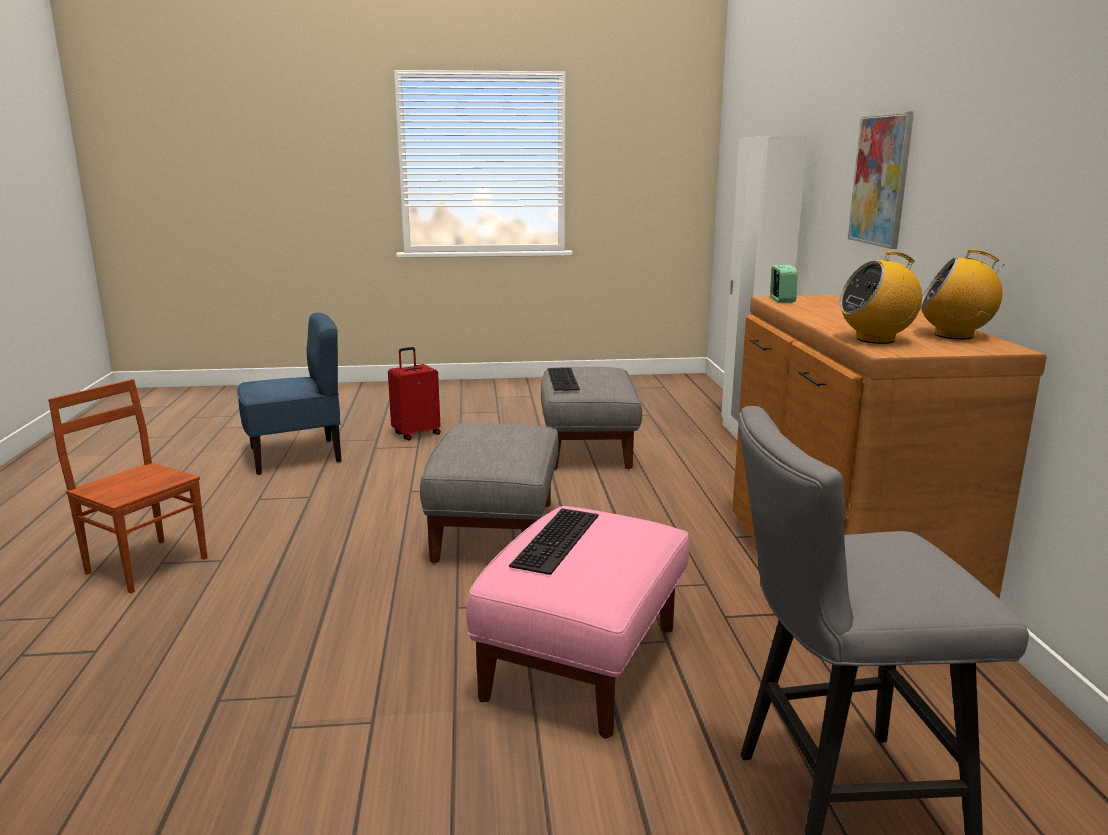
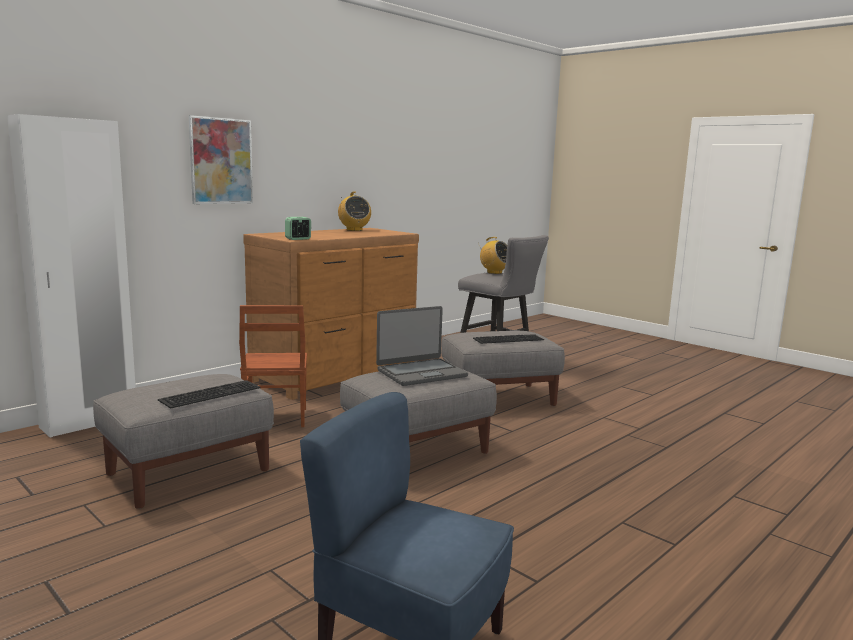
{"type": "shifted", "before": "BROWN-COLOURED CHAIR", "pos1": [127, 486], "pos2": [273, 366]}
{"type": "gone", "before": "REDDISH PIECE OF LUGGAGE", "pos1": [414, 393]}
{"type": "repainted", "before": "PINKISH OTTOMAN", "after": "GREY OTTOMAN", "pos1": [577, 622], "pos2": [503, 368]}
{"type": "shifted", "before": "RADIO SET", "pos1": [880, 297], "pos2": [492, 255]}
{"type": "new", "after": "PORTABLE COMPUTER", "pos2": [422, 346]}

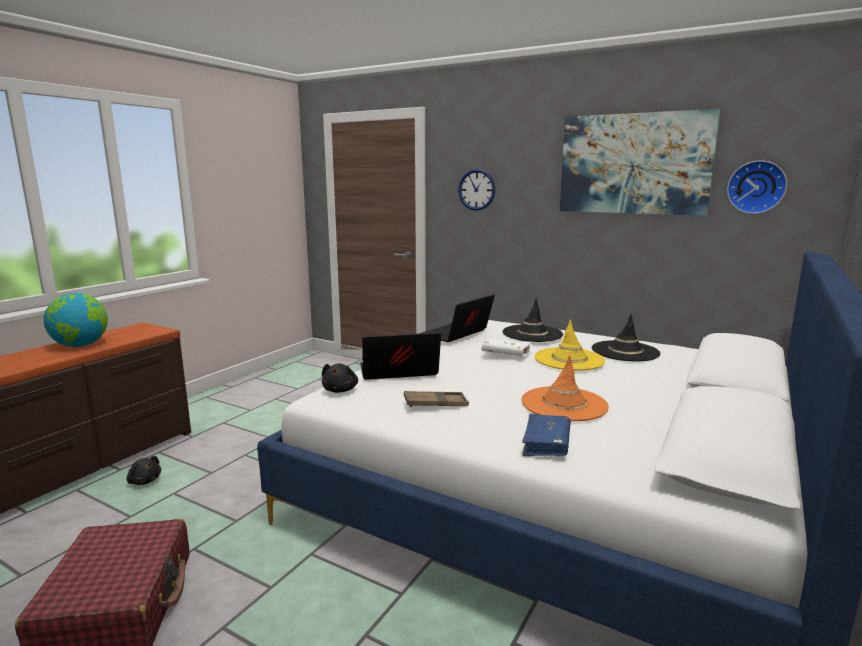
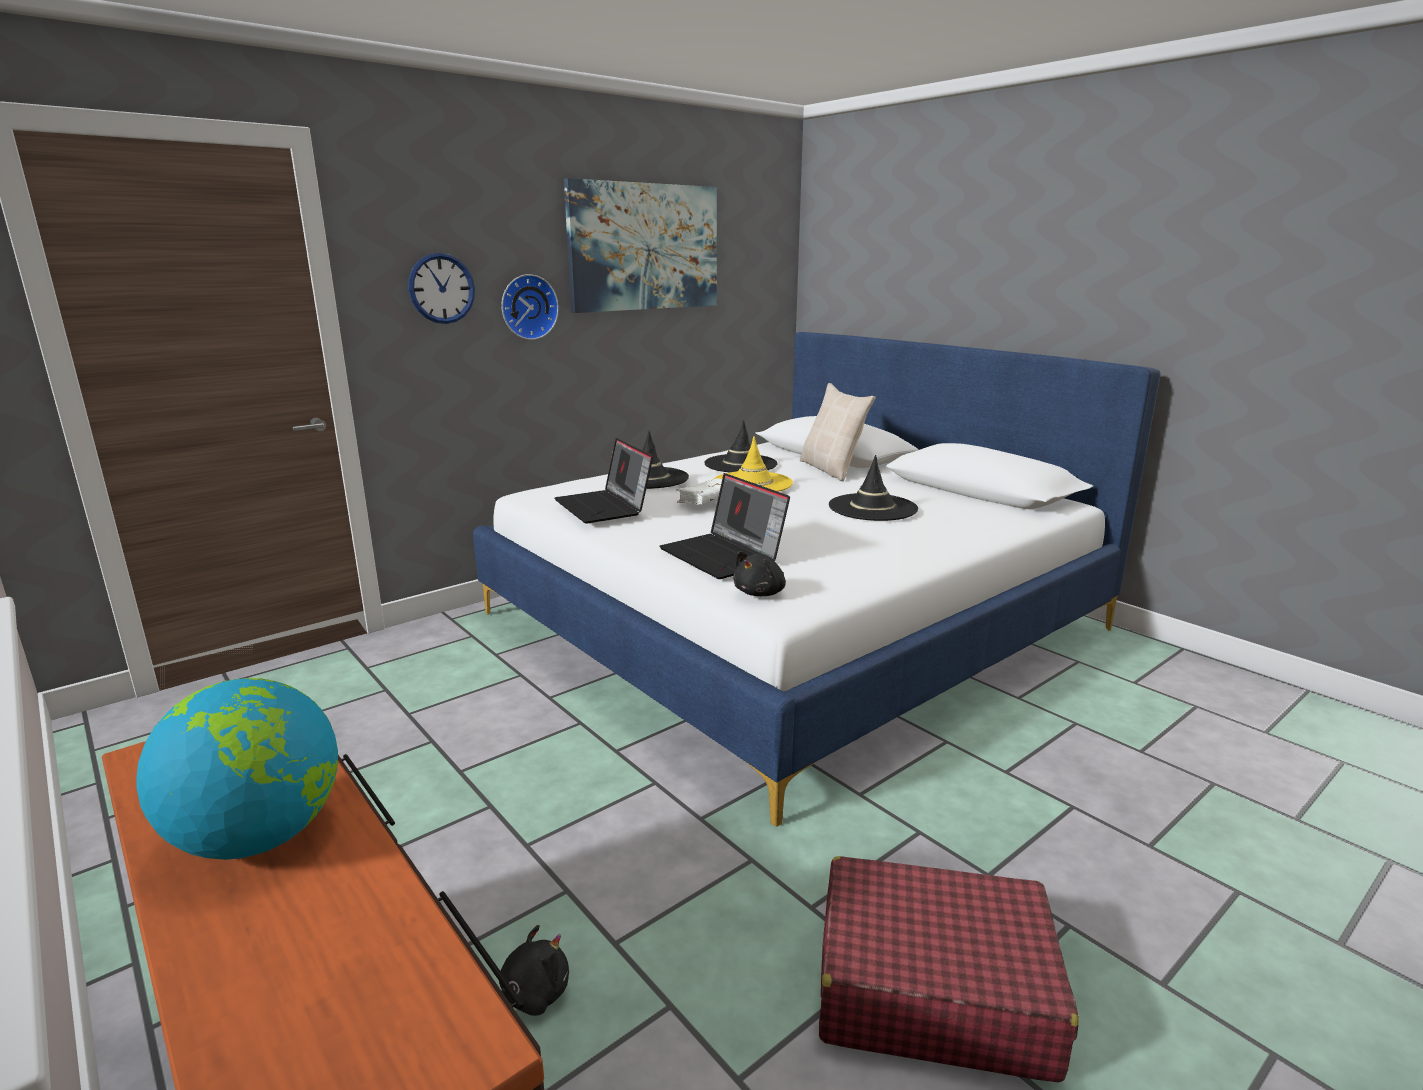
{"type": "rotated", "before": "BLACKISH PLUSH TOY", "pos1": [340, 378], "pos2": [759, 573], "turn": 105}
{"type": "rotated", "before": "PORTABLE COMPUTER", "pos1": [400, 356], "pos2": [724, 526], "turn": -45}
{"type": "gone", "before": "BROWN-COLOURED SERVING TRAY", "pos1": [436, 399]}
{"type": "repainted", "before": "ORANGEY HAT", "after": "BLACKISH HAT", "pos1": [565, 388], "pos2": [873, 488]}
{"type": "gone", "before": "BLUE BOOK", "pos1": [546, 435]}
{"type": "shifted", "before": "HANGING CLOCK", "pos1": [757, 187], "pos2": [530, 307]}
{"type": "new", "after": "BEIGE-COLOURED PILLOW", "pos2": [838, 432]}

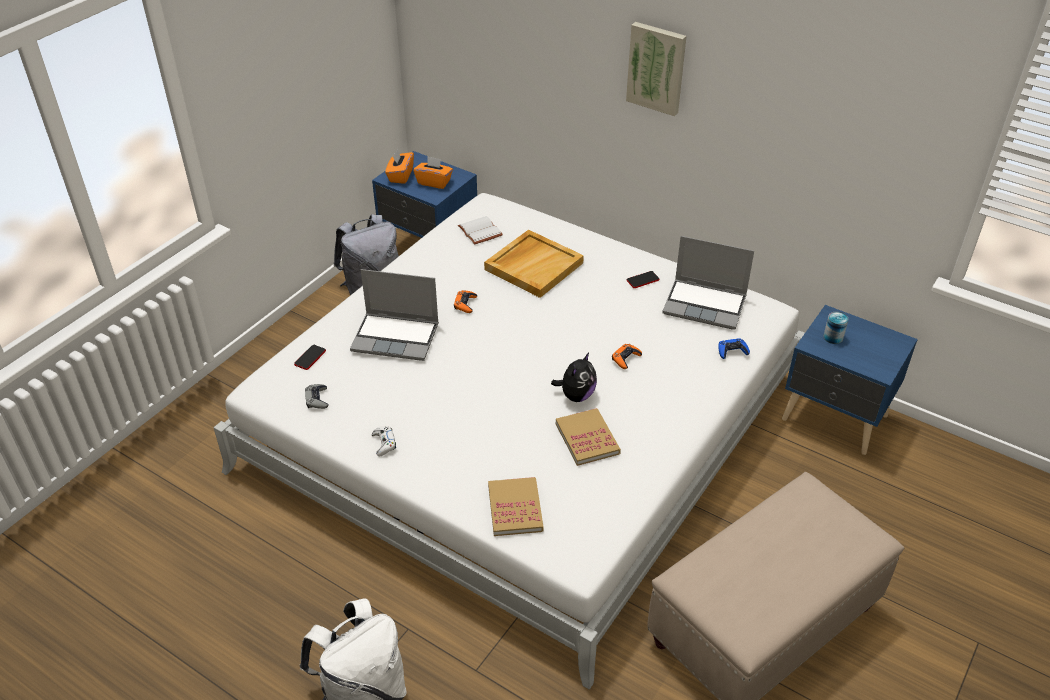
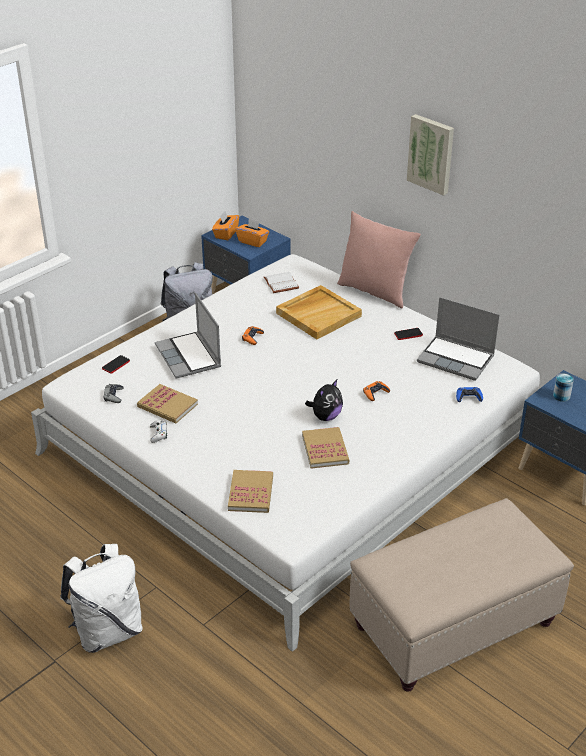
{"type": "rotated", "before": "PORTABLE COMPUTER", "pos1": [394, 315], "pos2": [188, 336], "turn": 45}
{"type": "new", "after": "BOOK", "pos2": [167, 403]}
{"type": "new", "after": "PINKISH PILLOW", "pos2": [379, 260]}

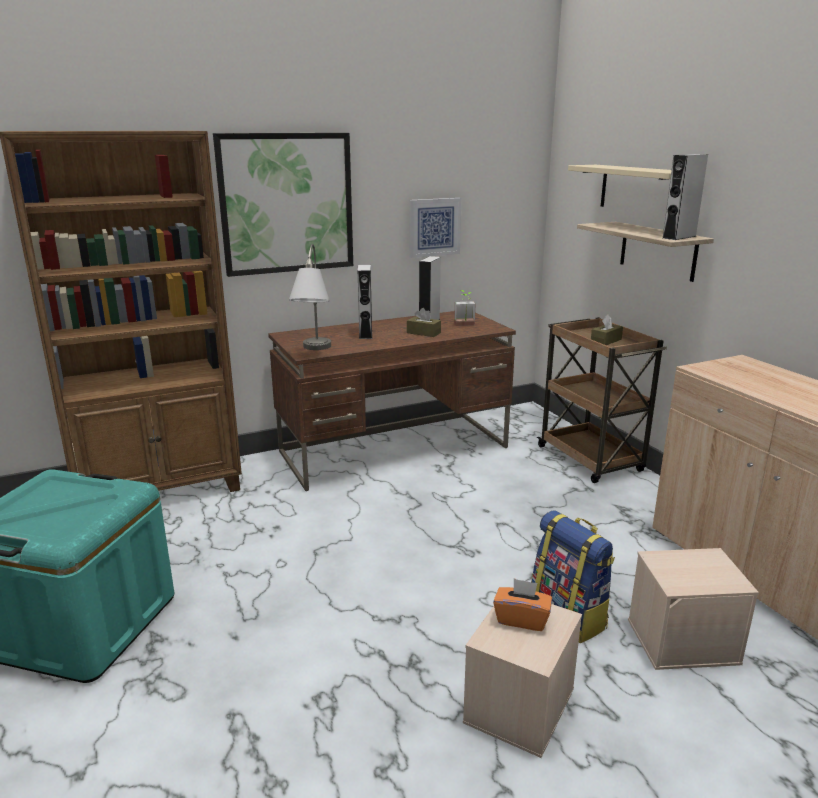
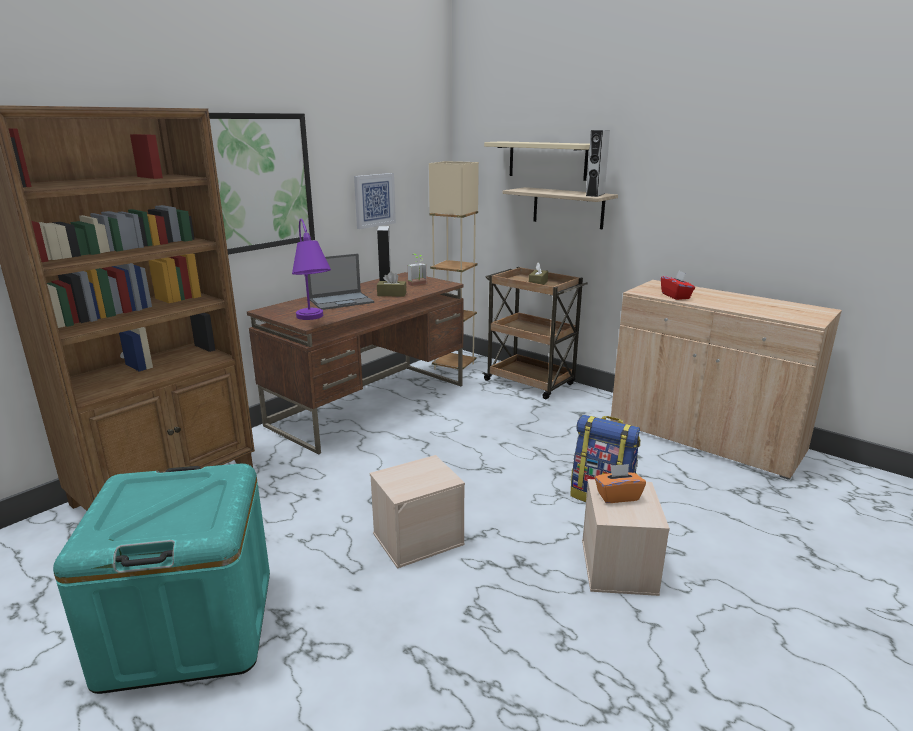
{"type": "repainted", "before": "GREY LAMP FOR A TABLE", "after": "PURPLE-COLOURED LAMP FOR A TABLE", "pos1": [310, 297], "pos2": [311, 269]}
{"type": "swapped", "before": "GREY SPEAKER", "after": "PORTABLE COMPUTER", "pos1": [365, 301], "pos2": [340, 281]}
{"type": "shifted", "before": "BEIGE-COLOURED STORAGE CONTAINER", "pos1": [693, 609], "pos2": [417, 512]}
{"type": "new", "after": "BEIGE-COLOURED STANDARD LAMP", "pos2": [454, 265]}
{"type": "new", "after": "REDDISH TISSUE BOX", "pos2": [678, 285]}

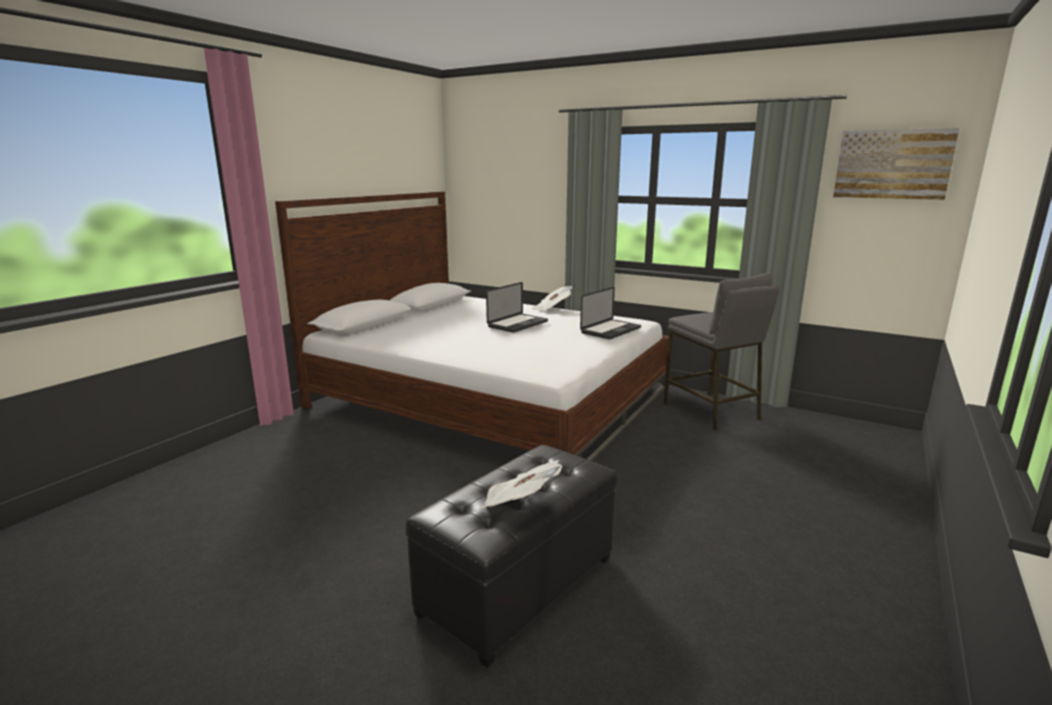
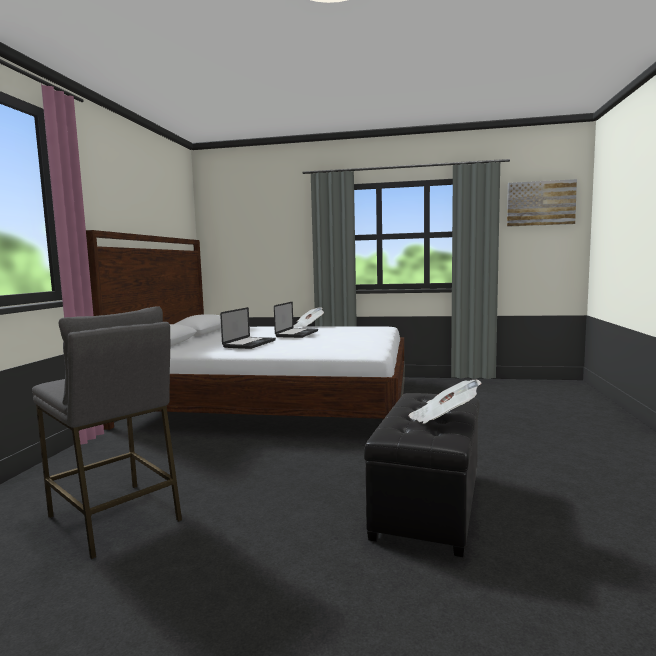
{"type": "shifted", "before": "PORTABLE COMPUTER", "pos1": [610, 313], "pos2": [248, 328]}
{"type": "shifted", "before": "GREY STOOL SEAT", "pos1": [722, 352], "pos2": [107, 432]}

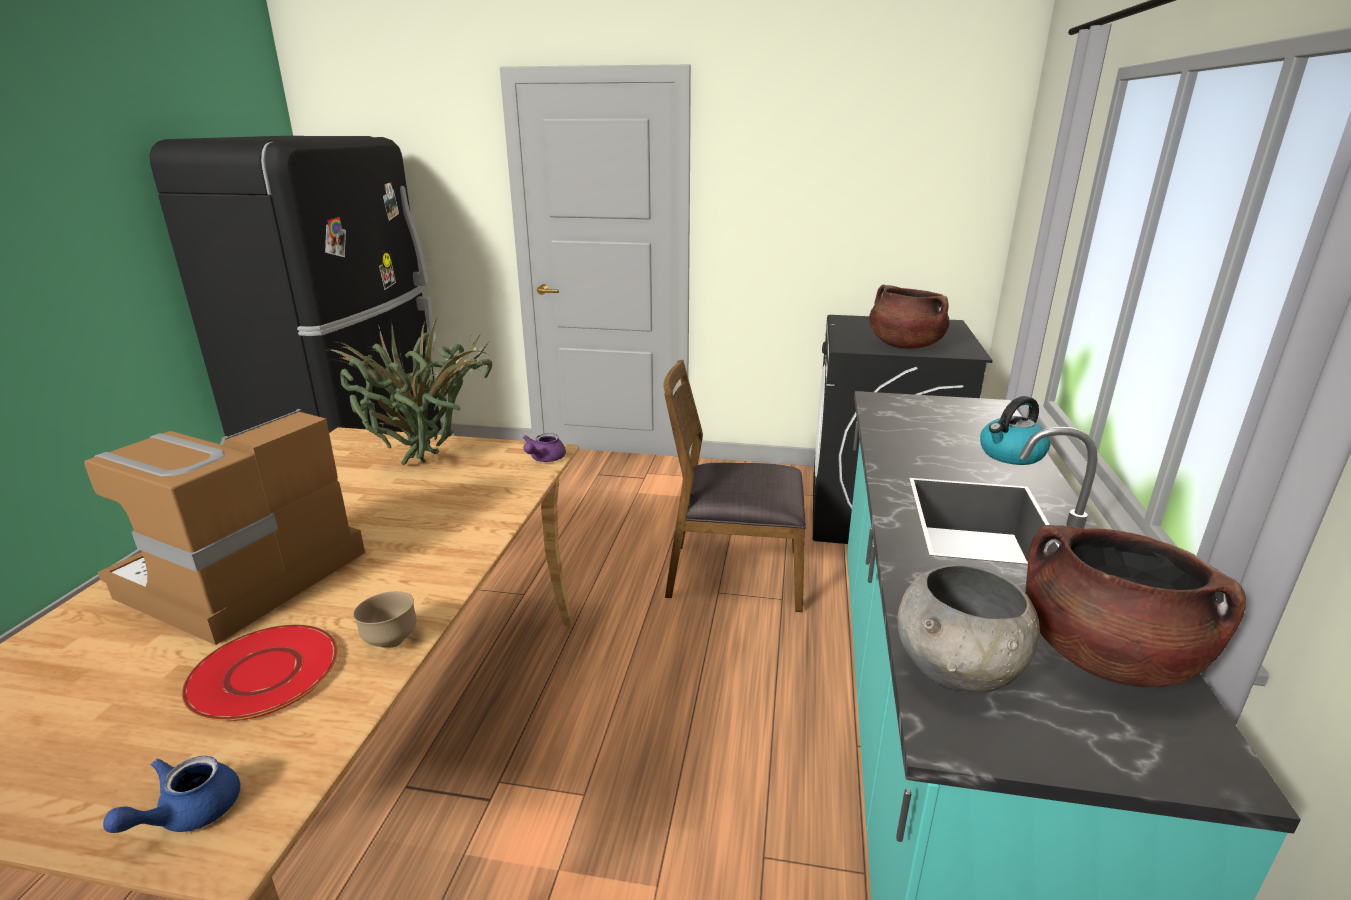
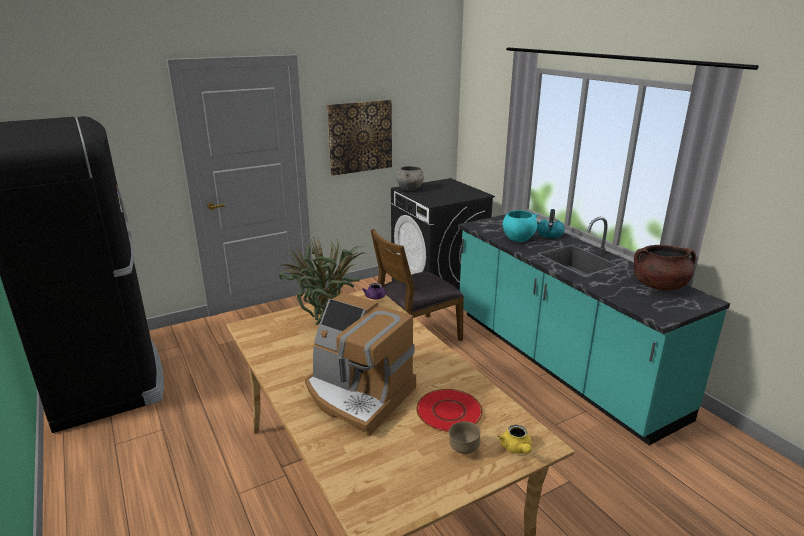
{"type": "rotated", "before": "COFFEE MACHINE", "pos1": [224, 527], "pos2": [360, 364], "turn": -45}
{"type": "repainted", "before": "BLUE TEA POT", "after": "YELLOWISH TEA POT", "pos1": [171, 794], "pos2": [515, 439]}
{"type": "shifted", "before": "BROWN-COLOURED SERVING BOWL", "pos1": [385, 619], "pos2": [465, 437]}
{"type": "gone", "before": "BROWN-COLOURED STOCKPOT", "pos1": [909, 316]}
{"type": "shifted", "before": "GREY SERVING BOWL", "pos1": [969, 628], "pos2": [410, 178]}
{"type": "new", "after": "WALL PICTURE", "pos2": [359, 138]}
{"type": "new", "after": "TURQUOISE-COLOURED SERVING BOWL", "pos2": [520, 226]}

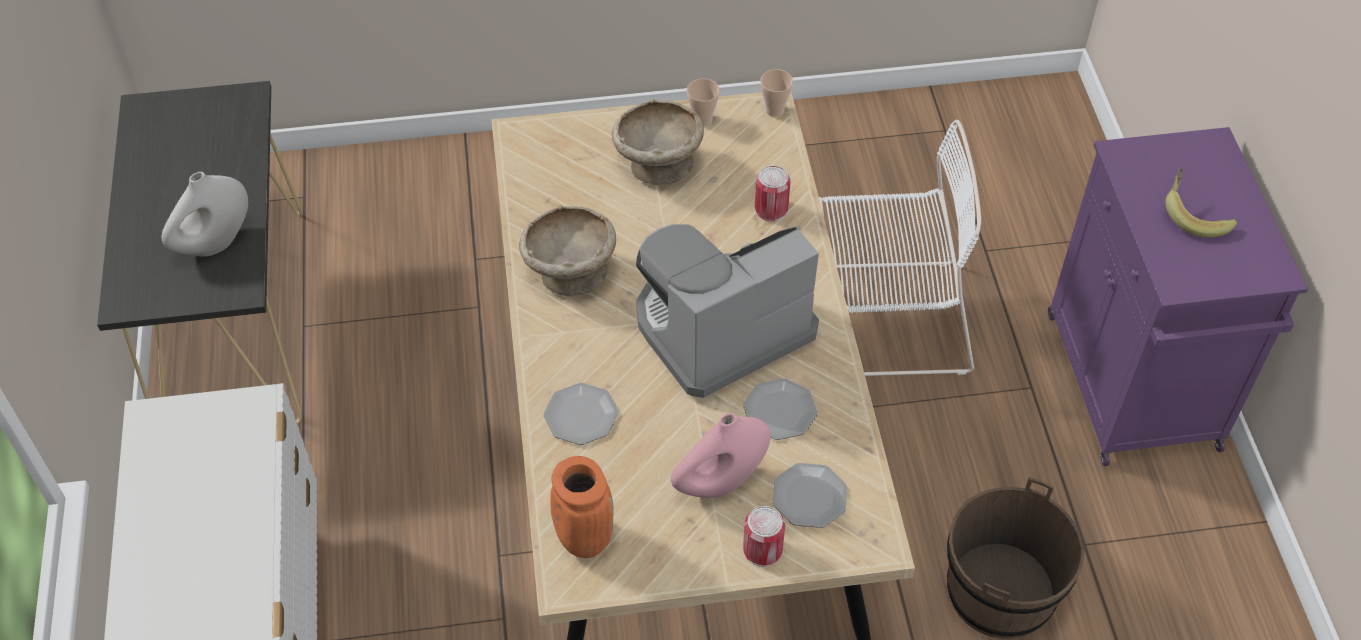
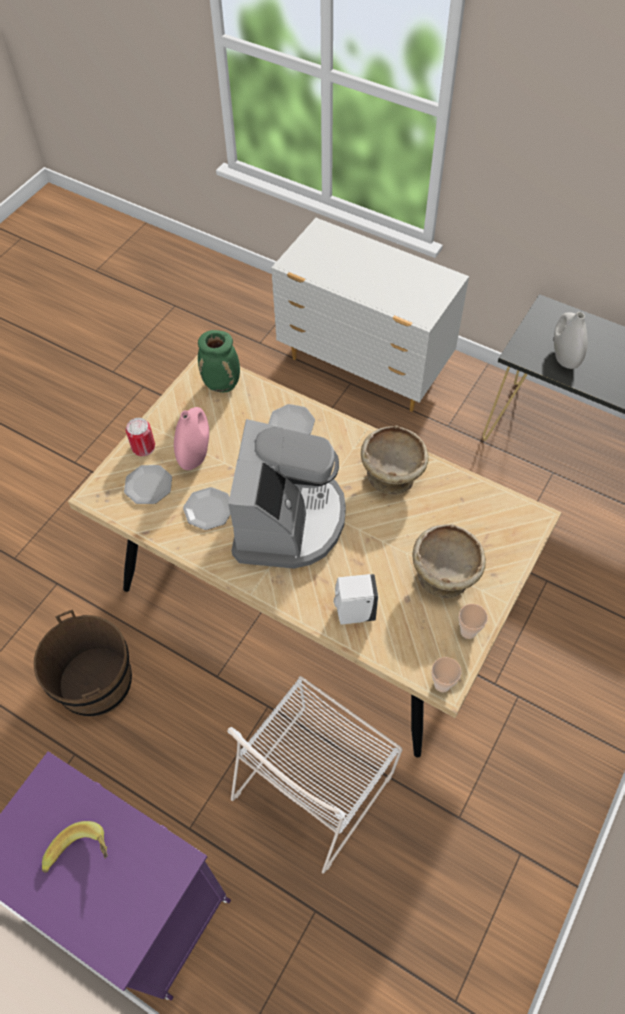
{"type": "repainted", "before": "ORANGEY FLOWER VASE", "after": "GREENISH FLOWER VASE", "pos1": [582, 507], "pos2": [219, 361]}
{"type": "swapped", "before": "CAN", "after": "WHITE LIQUID SOAP BOTTLE", "pos1": [773, 193], "pos2": [356, 599]}

